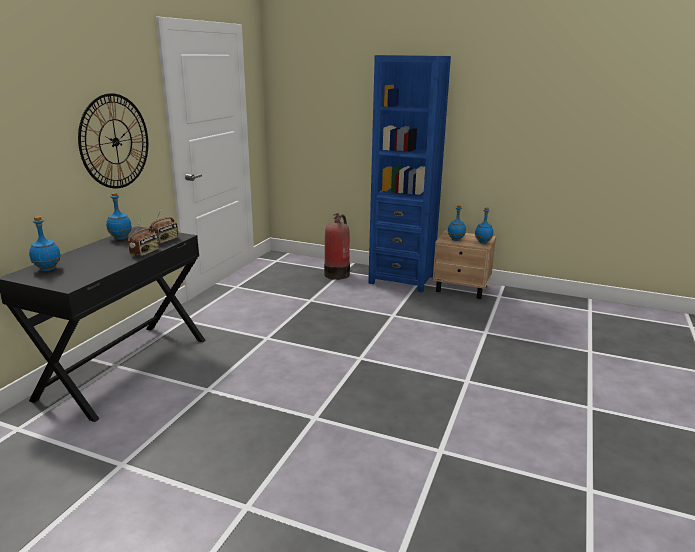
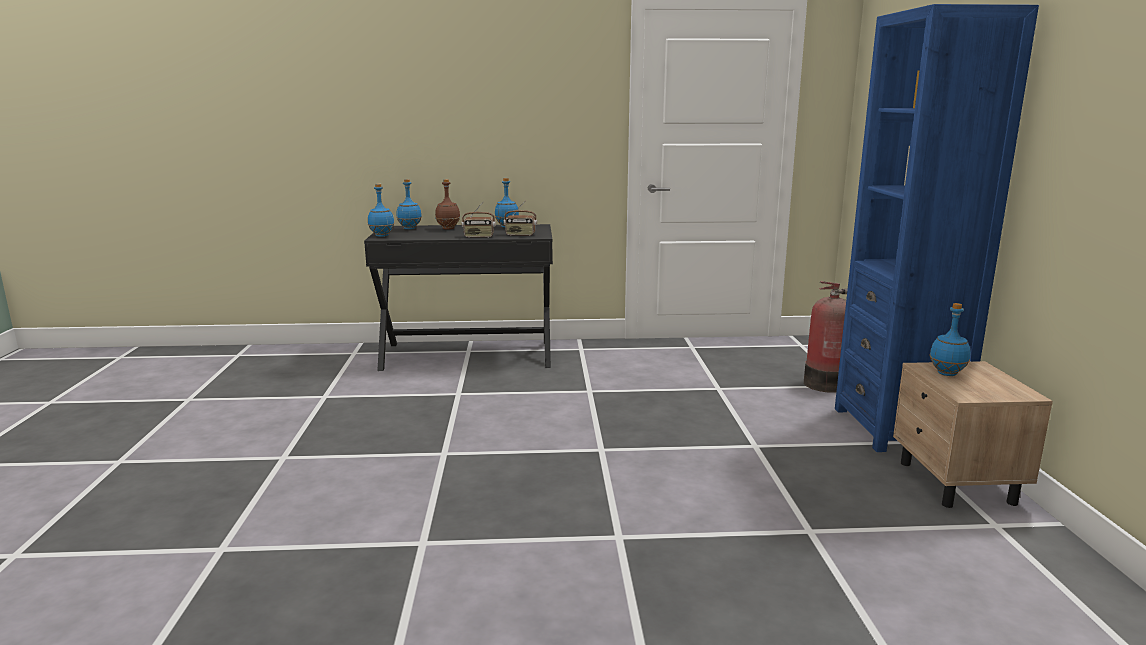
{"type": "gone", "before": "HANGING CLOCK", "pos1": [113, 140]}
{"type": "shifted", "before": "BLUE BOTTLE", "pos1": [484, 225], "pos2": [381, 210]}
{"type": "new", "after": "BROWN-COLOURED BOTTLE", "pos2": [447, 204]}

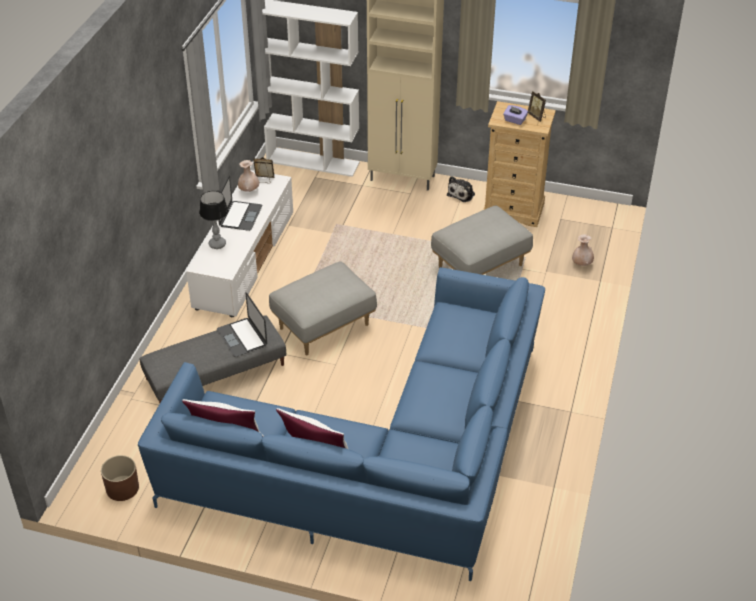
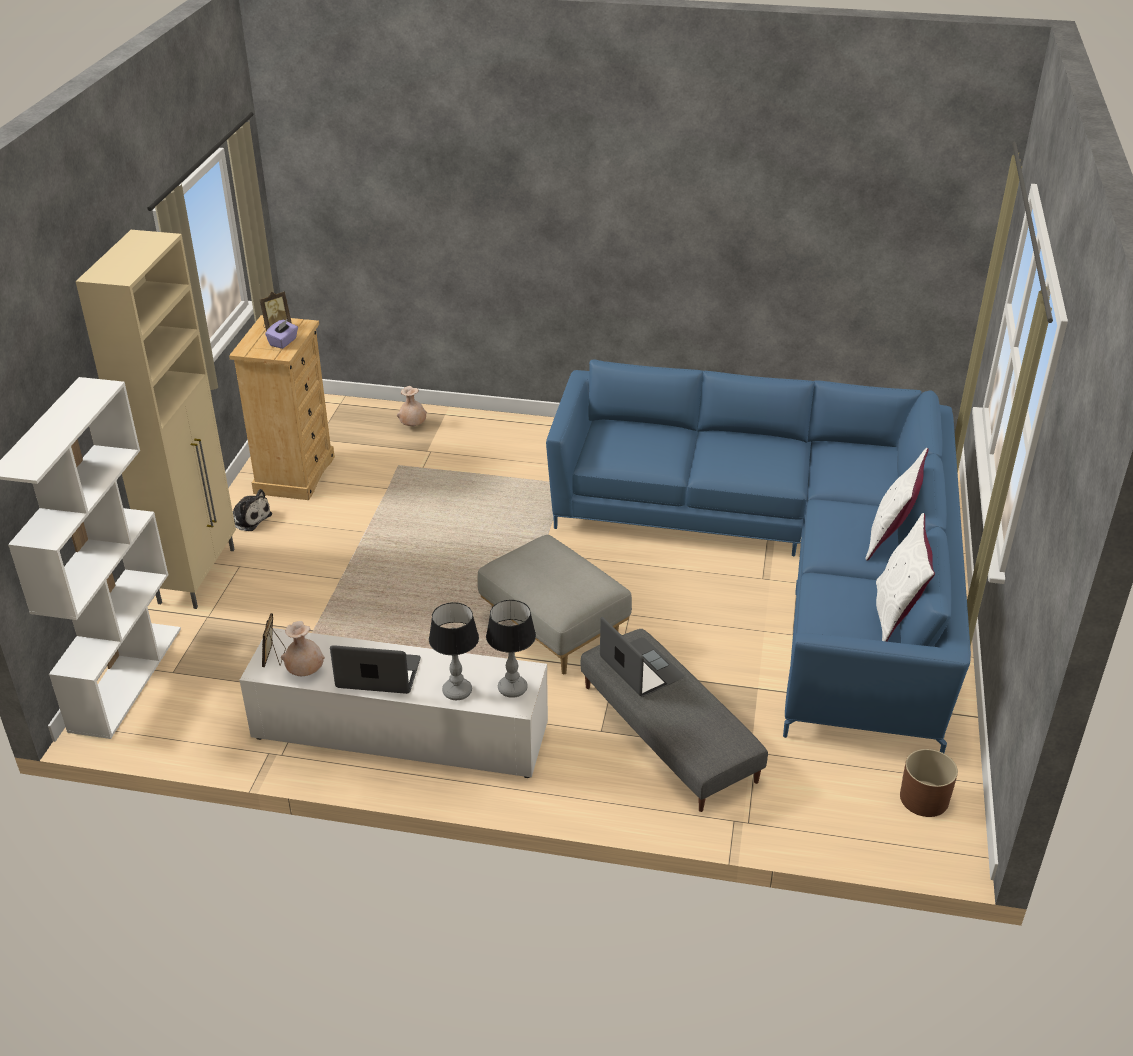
{"type": "rotated", "before": "PORTABLE COMPUTER", "pos1": [242, 324], "pos2": [642, 657], "turn": -90}
{"type": "gone", "before": "GREY OTTOMAN", "pos1": [482, 240]}
{"type": "new", "after": "LAMP FOR A TABLE", "pos2": [511, 649]}

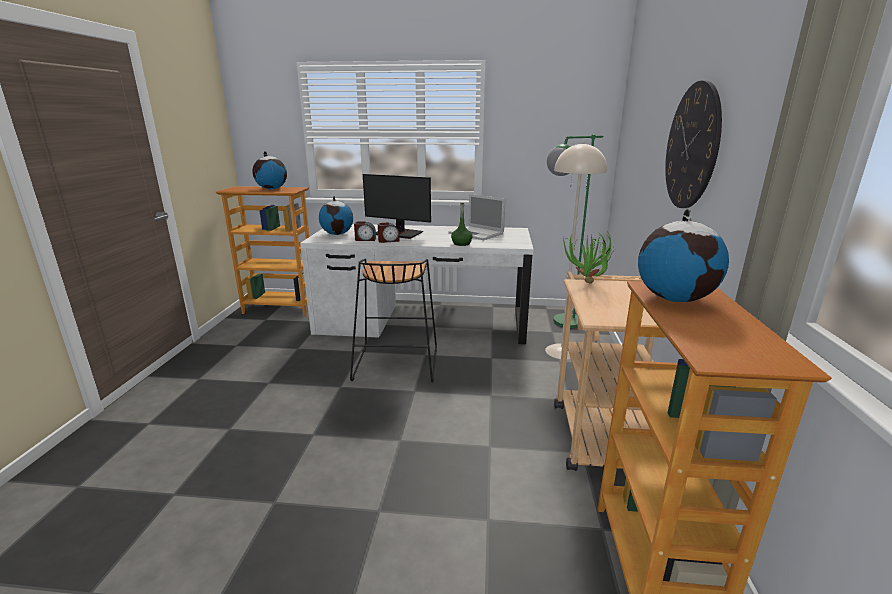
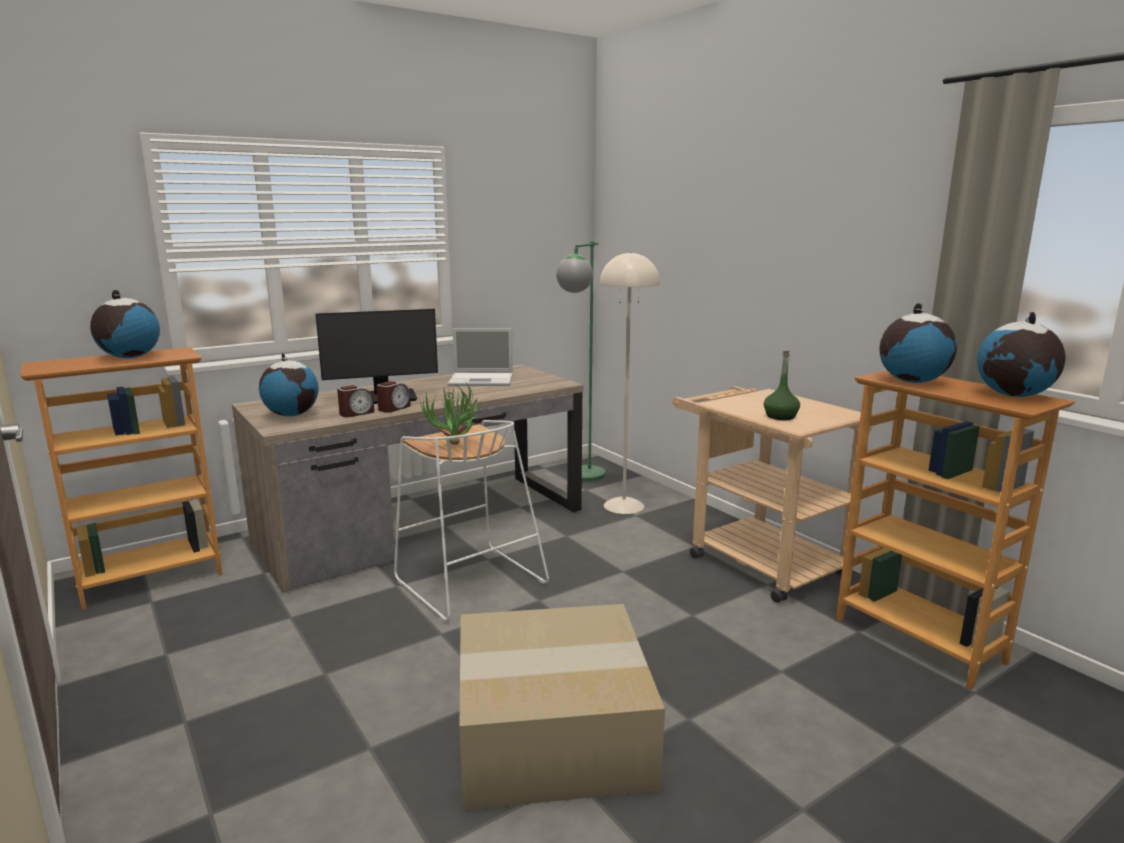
{"type": "repainted", "before": "WHITE DESK", "after": "BROWN-COLOURED DESK", "pos1": [417, 284], "pos2": [408, 479]}
{"type": "repainted", "before": "BLACKISH STOOL SEAT", "after": "WHITE STOOL SEAT", "pos1": [393, 321], "pos2": [471, 521]}
{"type": "shifted", "before": "GREENISH BOTTLE", "pos1": [462, 224], "pos2": [782, 385]}
{"type": "shifted", "before": "POTTED PLANT", "pos1": [588, 257], "pos2": [451, 413]}
{"type": "gone", "before": "HANGING CLOCK", "pos1": [693, 144]}
{"type": "new", "after": "CARDBOARD BOX", "pos2": [562, 707]}
{"type": "new", "after": "DESK GLOBE", "pos2": [1021, 354]}

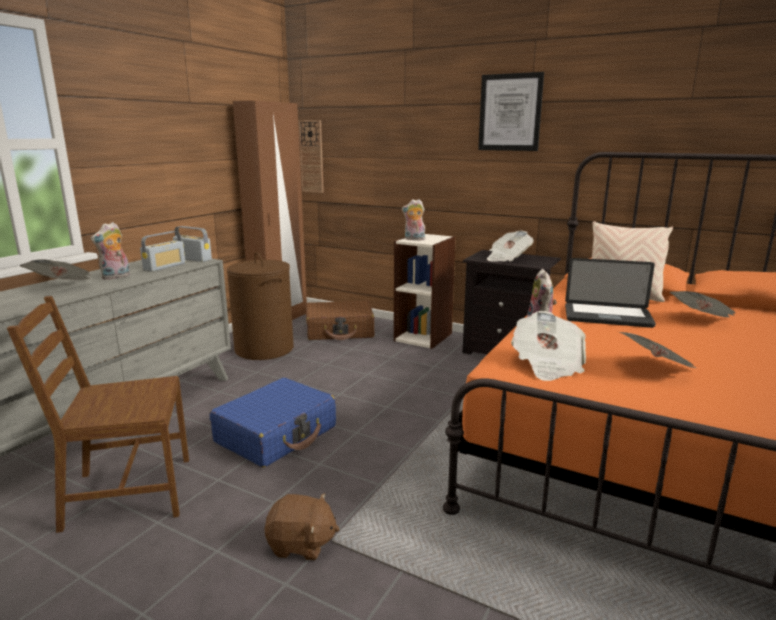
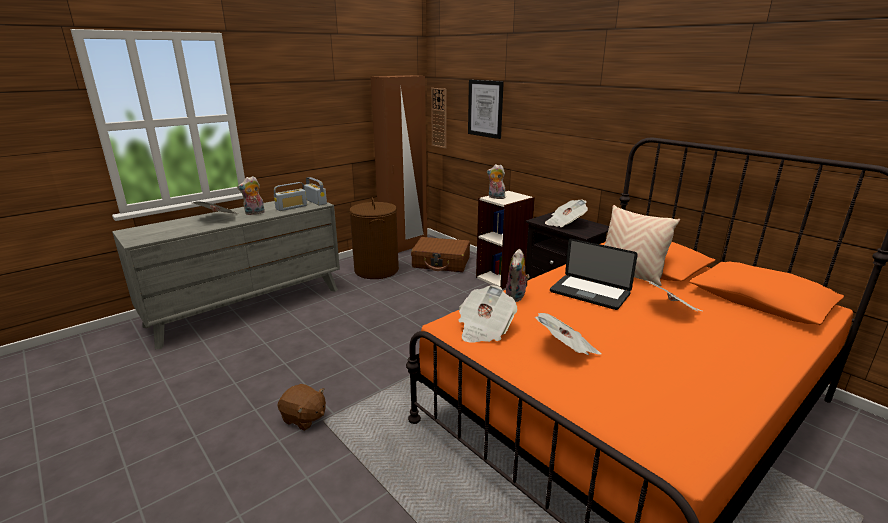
{"type": "gone", "before": "BROWN-COLOURED CHAIR", "pos1": [98, 414]}
{"type": "gone", "before": "BLUE PIECE OF LUGGAGE", "pos1": [273, 422]}
{"type": "shifted", "before": "WALL PICTURE", "pos1": [511, 111], "pos2": [486, 109]}

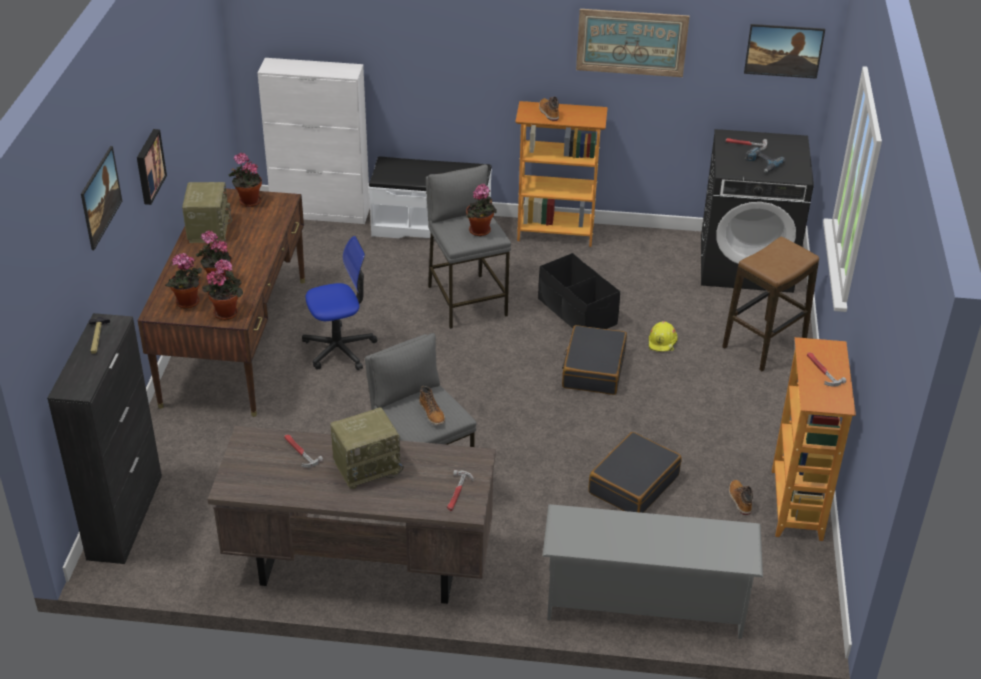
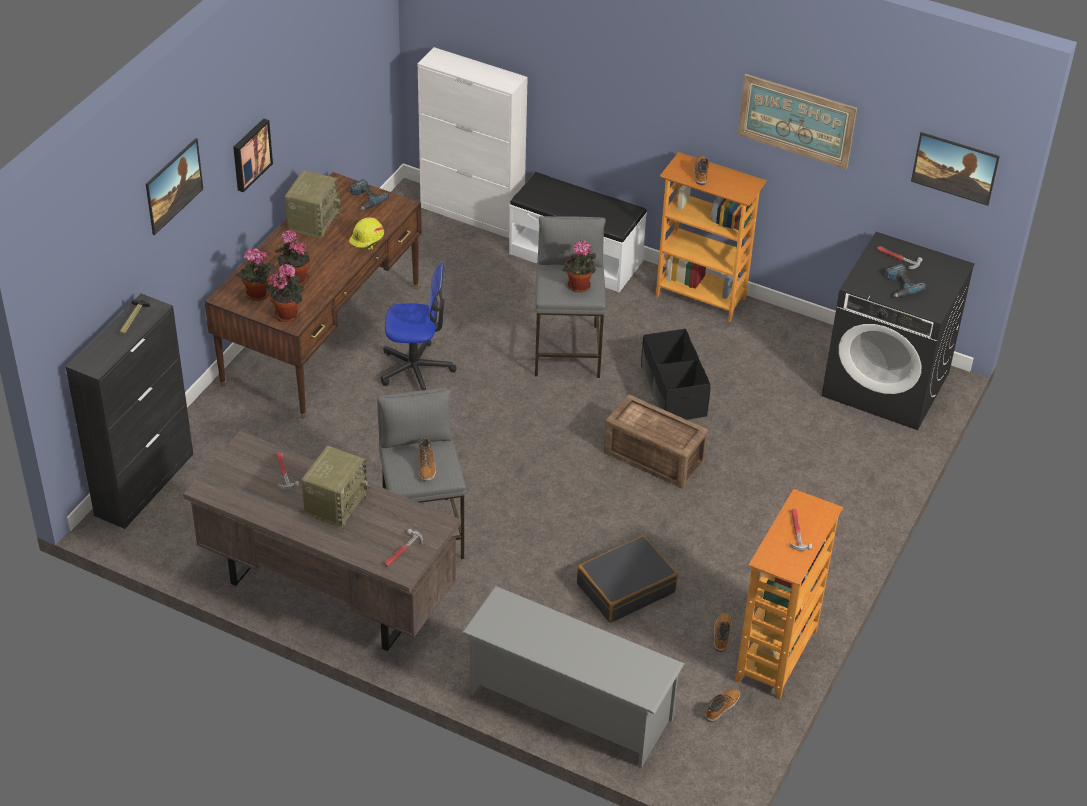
{"type": "swapped", "before": "POTTED PLANT", "after": "DRILL", "pos1": [245, 180], "pos2": [369, 194]}
{"type": "rotated", "before": "RADIO SET", "pos1": [367, 448], "pos2": [335, 487], "turn": -60}
{"type": "swapped", "before": "BLACKISH PIECE OF LUGGAGE", "after": "CRATE", "pos1": [594, 360], "pos2": [656, 441]}
{"type": "shifted", "before": "YELLOWISH WORK HELMET", "pos1": [663, 336], "pos2": [366, 233]}
{"type": "gone", "before": "STOOL SEAT", "pos1": [770, 303]}
{"type": "new", "after": "HIGH-TOP BOOT", "pos2": [722, 705]}

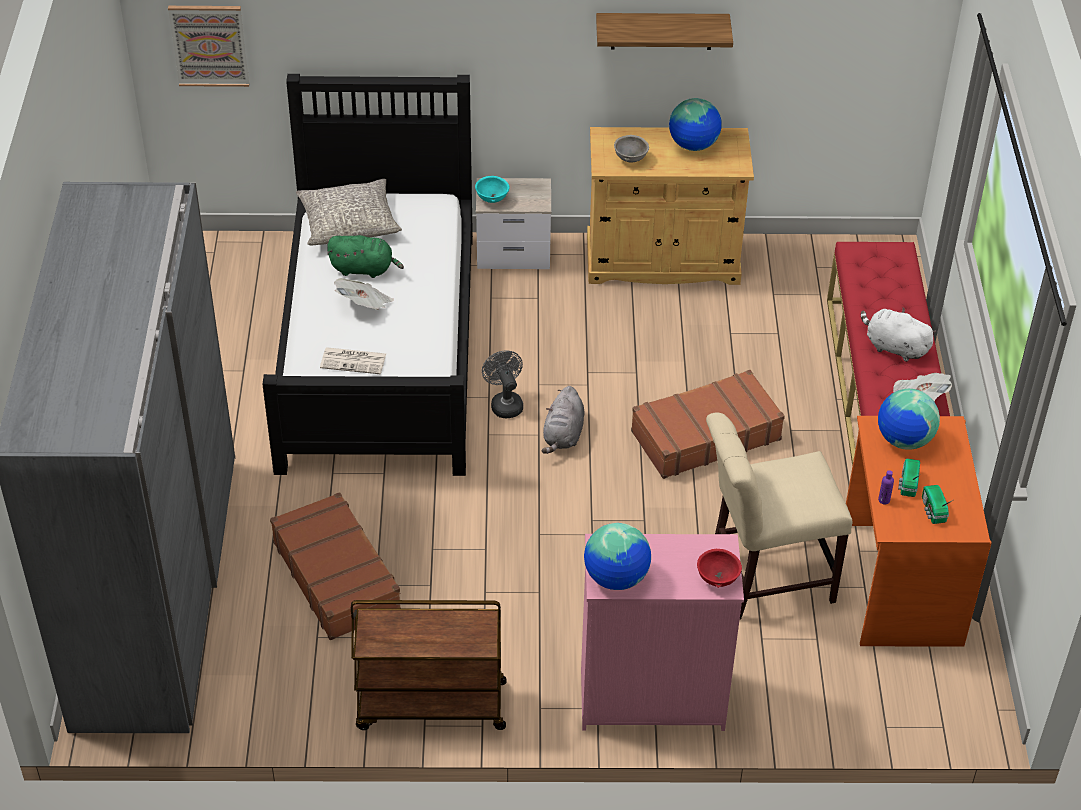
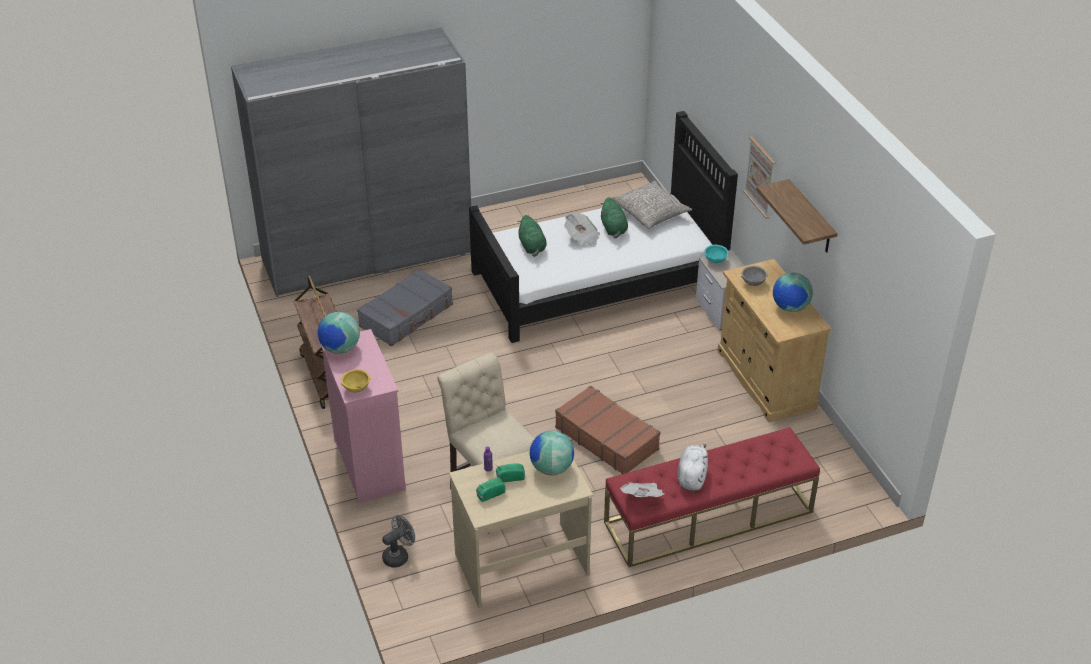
{"type": "shifted", "before": "WALL PICTURE", "pos1": [209, 46], "pos2": [759, 177]}
{"type": "repainted", "before": "BROWN-COLOURED PIECE OF LUGGAGE", "after": "GREY PIECE OF LUGGAGE", "pos1": [335, 566], "pos2": [405, 307]}
{"type": "swapped", "before": "NEWSPAPER", "after": "GREENISH PLUSH TOY", "pos1": [353, 360], "pos2": [532, 236]}
{"type": "shifted", "before": "GREY ELECTRIC FAN", "pos1": [502, 384], "pos2": [398, 541]}
{"type": "gone", "before": "GREY PLUSH TOY", "pos1": [563, 420]}
{"type": "repainted", "before": "REDDISH SERVING BOWL", "after": "YELLOWISH SERVING BOWL", "pos1": [719, 568], "pos2": [356, 381]}
{"type": "repainted", "before": "ORANGEY DESK", "after": "BEIGE-COLOURED DESK", "pos1": [919, 531], "pos2": [521, 529]}

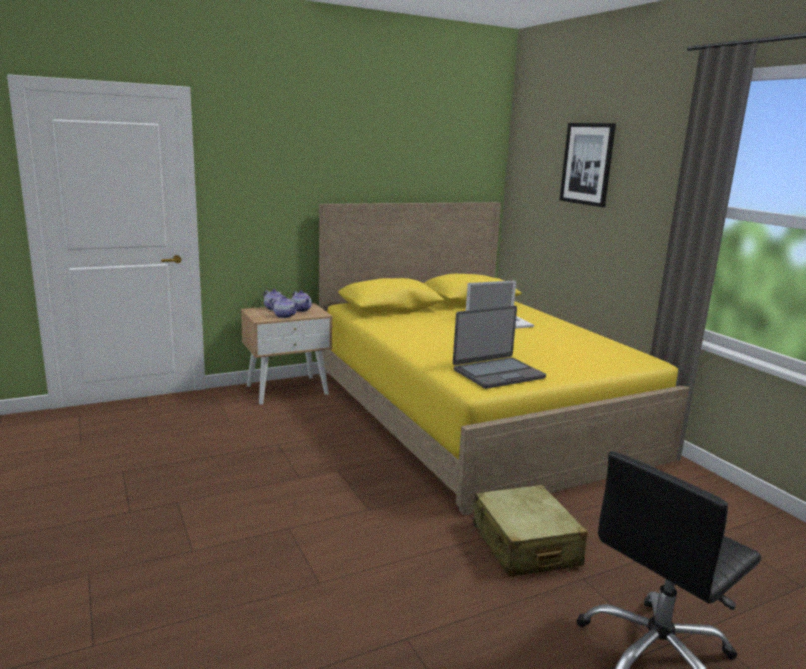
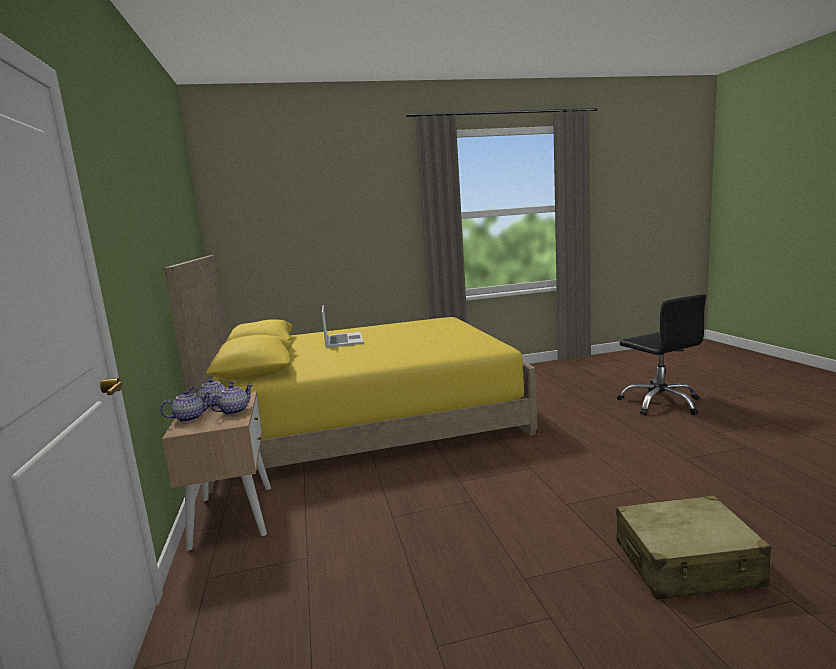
{"type": "gone", "before": "PORTABLE COMPUTER", "pos1": [499, 347]}
{"type": "shifted", "before": "BEIGE-COLOURED PIECE OF LUGGAGE", "pos1": [530, 531], "pos2": [693, 547]}
{"type": "gone", "before": "WALL PICTURE", "pos1": [588, 165]}

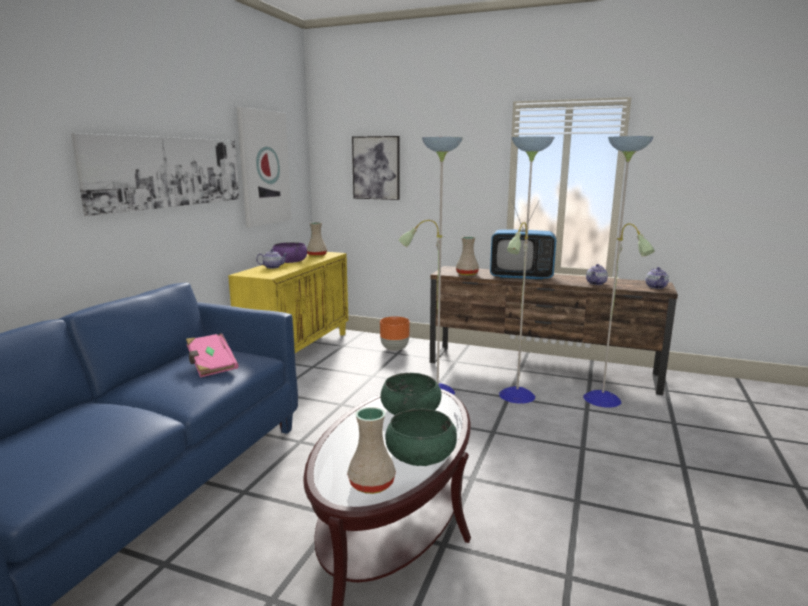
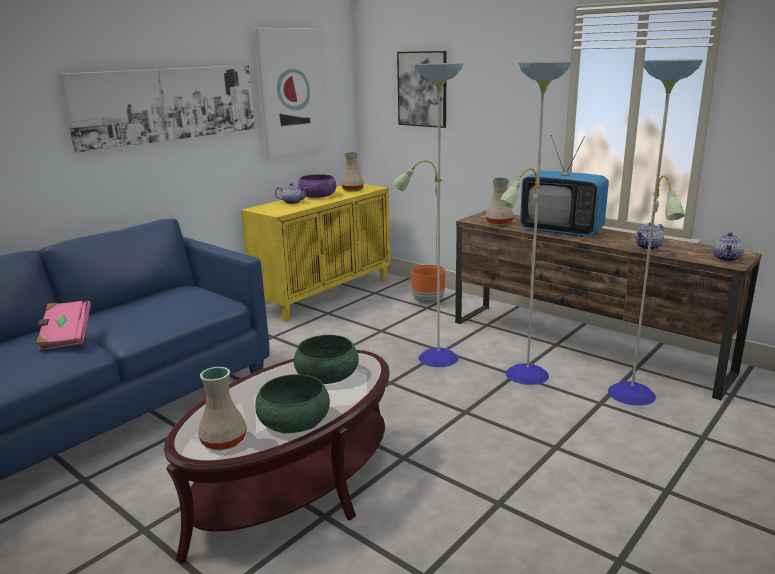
{"type": "shifted", "before": "PINKISH BOOK", "pos1": [212, 355], "pos2": [63, 325]}

